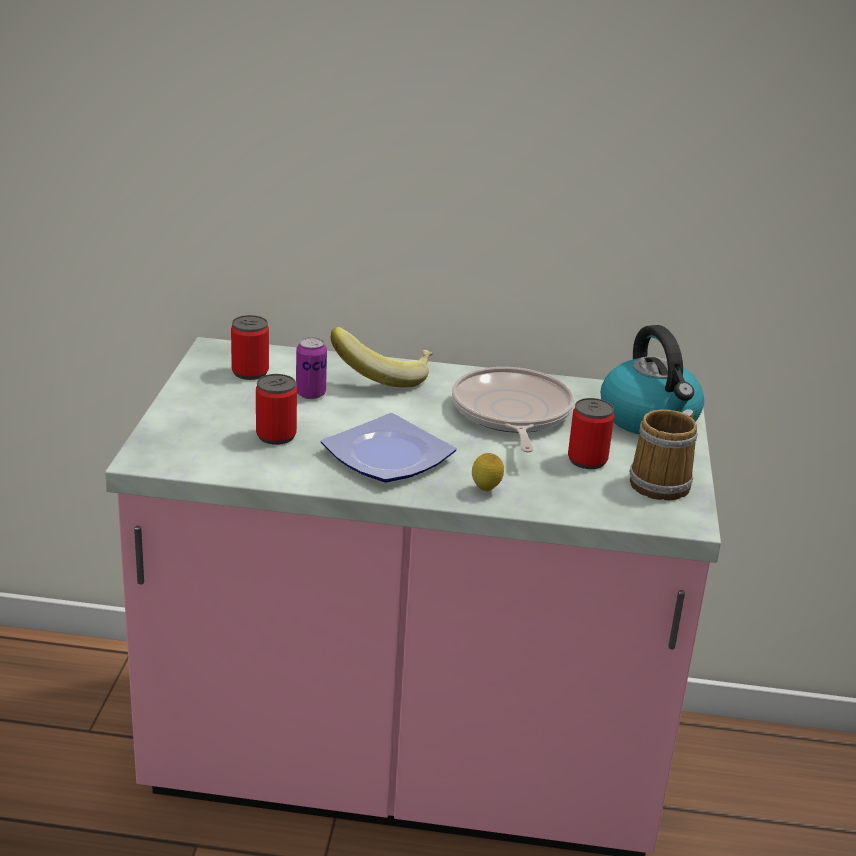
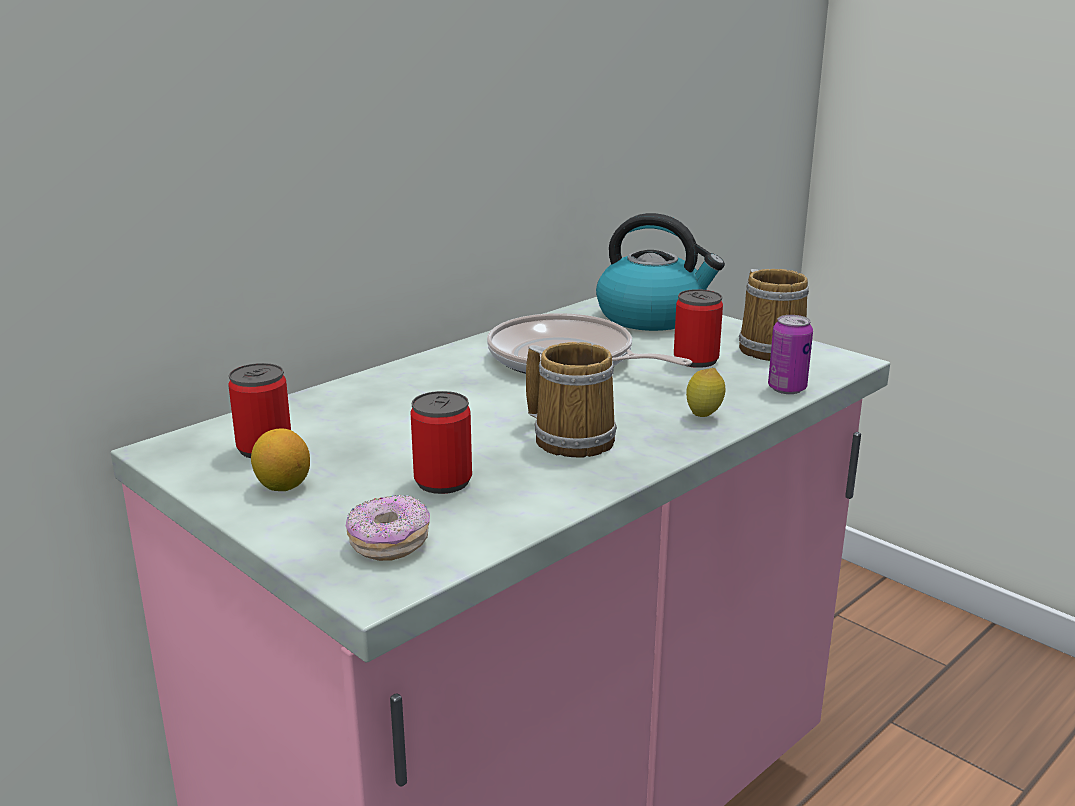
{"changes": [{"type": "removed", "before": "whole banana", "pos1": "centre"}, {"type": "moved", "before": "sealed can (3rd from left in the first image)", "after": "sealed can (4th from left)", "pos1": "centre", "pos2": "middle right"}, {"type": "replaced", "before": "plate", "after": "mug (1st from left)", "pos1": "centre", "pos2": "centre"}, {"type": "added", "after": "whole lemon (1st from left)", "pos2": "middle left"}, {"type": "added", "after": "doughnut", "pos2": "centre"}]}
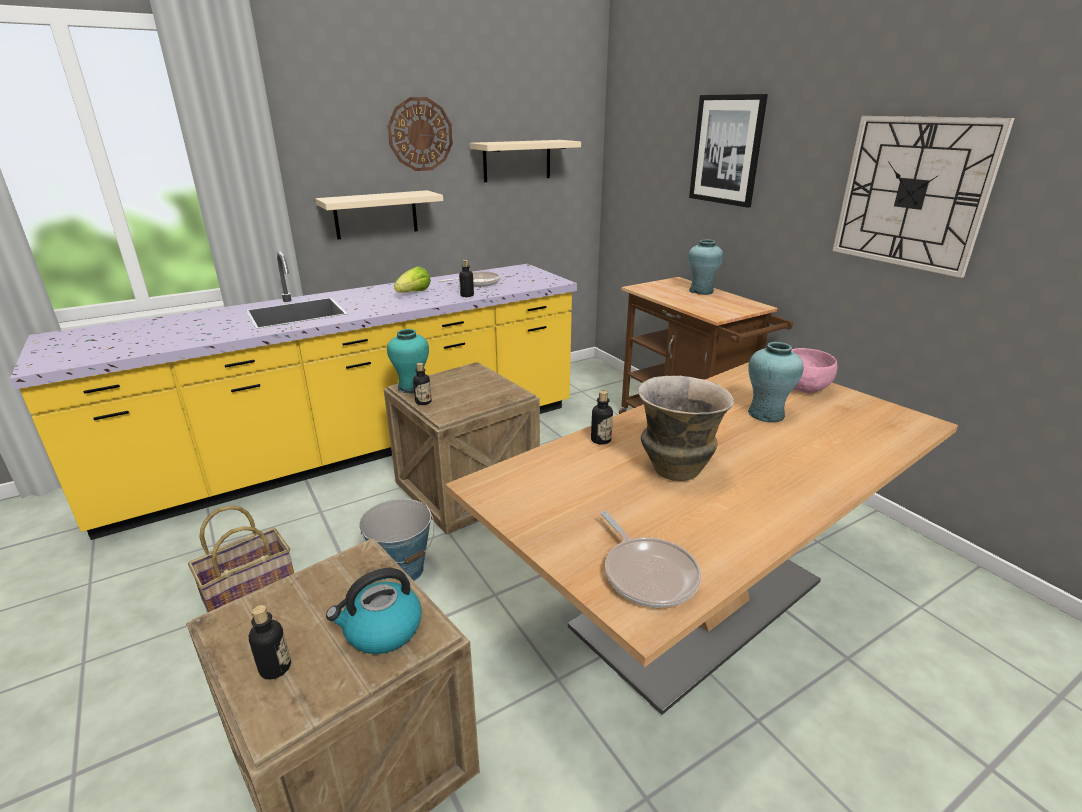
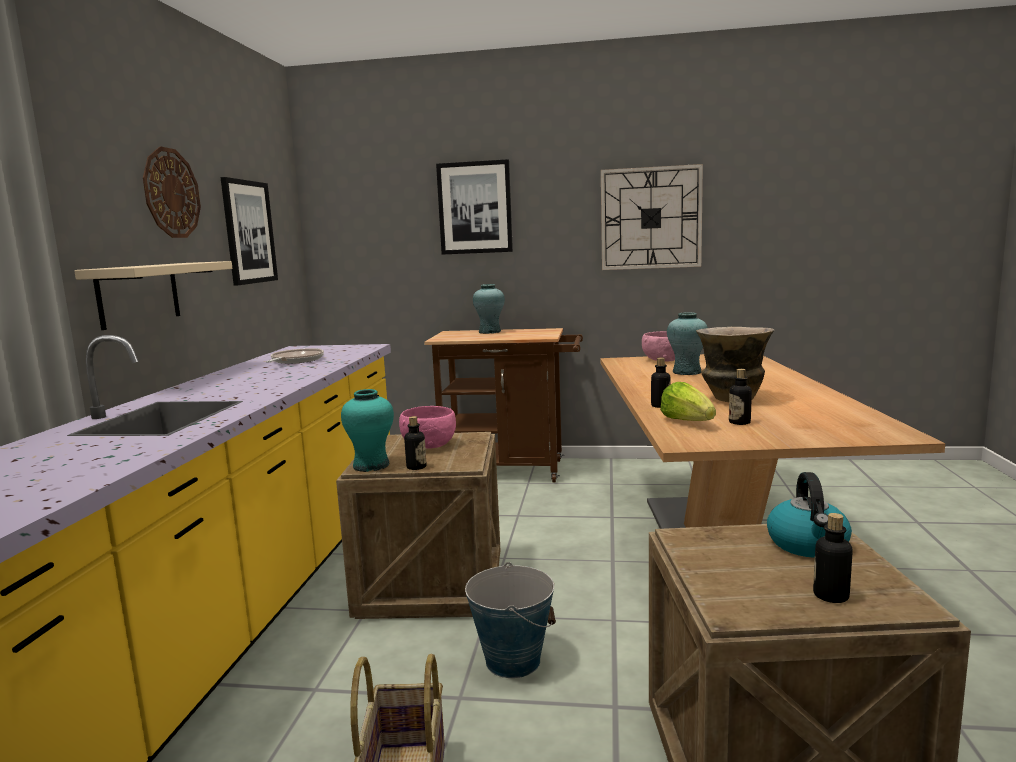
{"changes": [{"type": "replaced", "before": "sand-coloured shelf (2nd from left)", "after": "wall picture (1st from left)", "pos1": "top centre", "pos2": "top left"}, {"type": "moved", "before": "bottle (3rd from left)", "pos1": "centre", "pos2": "middle right"}, {"type": "moved", "before": "lettuce head", "pos1": "centre", "pos2": "middle right"}, {"type": "removed", "before": "frying pan (2nd from left)", "pos1": "bottom centre"}, {"type": "added", "after": "pink bowl (1st from left)", "pos2": "centre"}]}
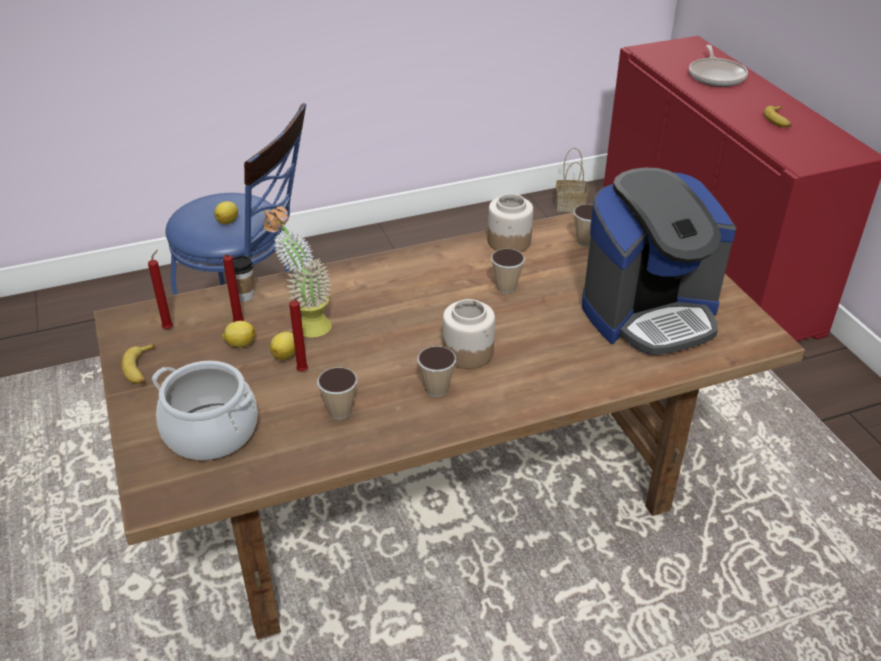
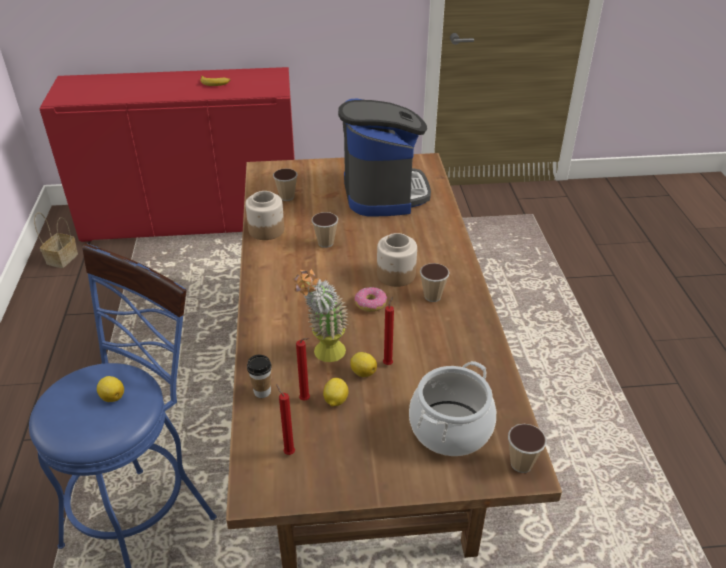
{"changes": [{"type": "removed", "before": "frying pan", "pos1": "top right"}, {"type": "removed", "before": "whole banana (1st from left)", "pos1": "middle left"}, {"type": "moved", "before": "cup (2nd from left in the first image)", "after": "cup (5th from left)", "pos1": "centre", "pos2": "bottom right"}, {"type": "added", "after": "doughnut", "pos2": "centre"}]}
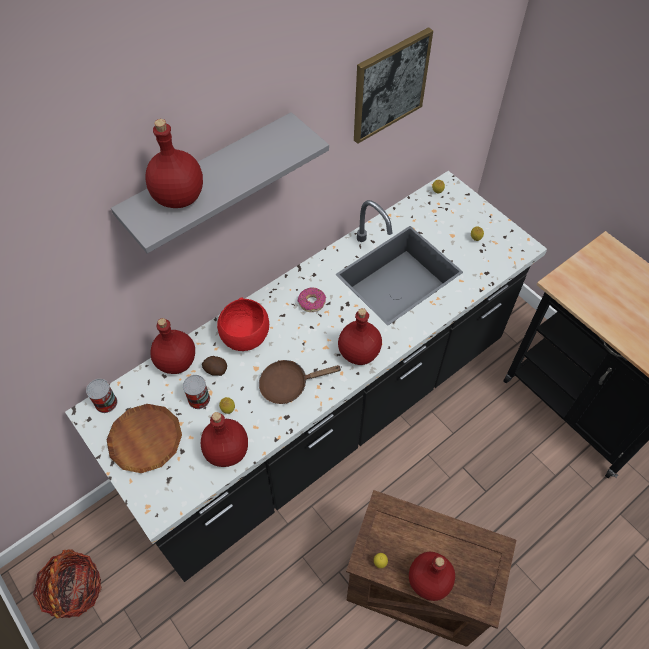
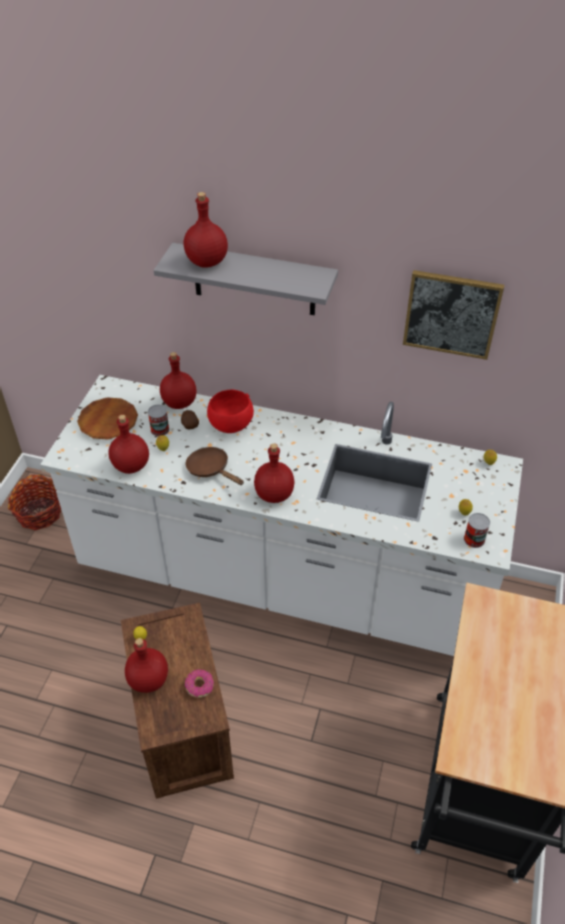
{"changes": [{"type": "recoloured", "before": "black-coloured counter", "after": "whitish counter", "pos1": "centre", "pos2": "centre"}, {"type": "moved", "before": "doughnut", "pos1": "centre", "pos2": "bottom centre"}, {"type": "moved", "before": "sealed can (1st from left in the first image)", "after": "sealed can (2nd from left)", "pos1": "middle left", "pos2": "middle right"}]}
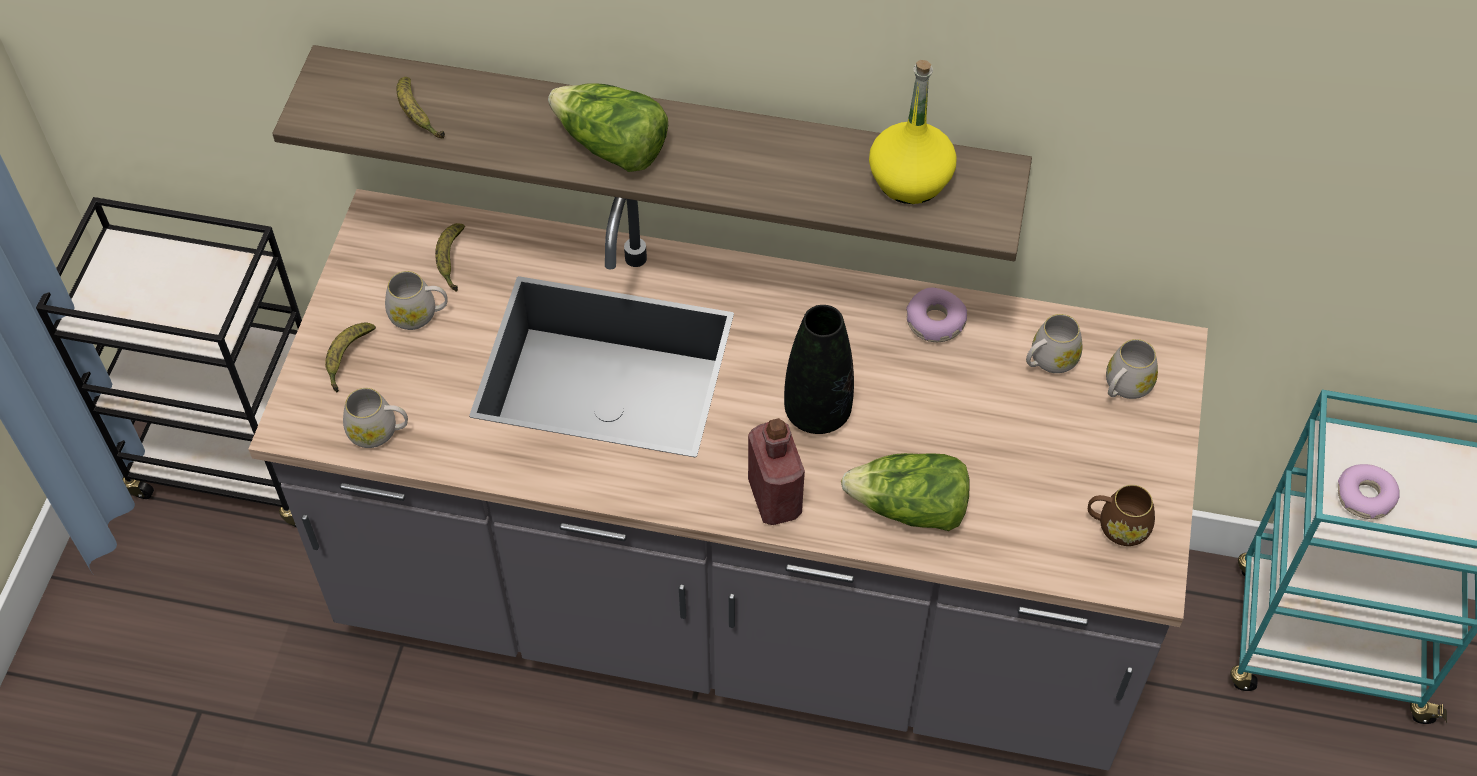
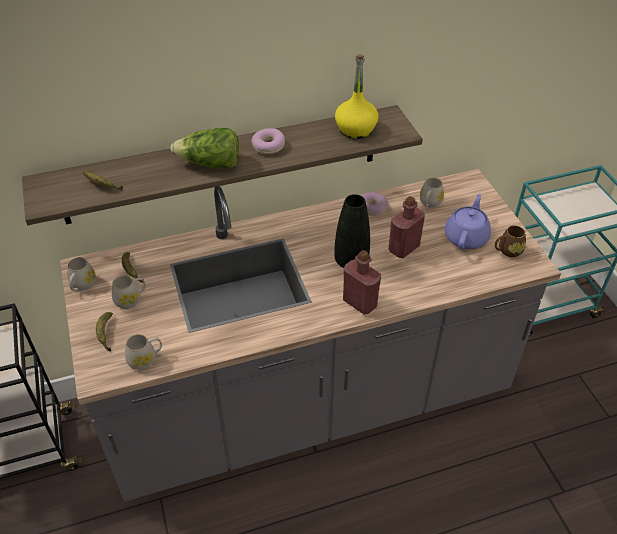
{"changes": [{"type": "moved", "before": "whitish mug (4th from left in the first image)", "after": "whitish mug (1st from left)", "pos1": "middle right", "pos2": "middle left"}, {"type": "removed", "before": "lettuce head (2nd from left)", "pos1": "centre"}, {"type": "moved", "before": "doughnut (2nd from left in the first image)", "after": "doughnut (1st from left)", "pos1": "middle right", "pos2": "top centre"}, {"type": "added", "after": "purple pot for tea", "pos2": "middle right"}, {"type": "added", "after": "red bottle (2nd from left)", "pos2": "centre"}]}
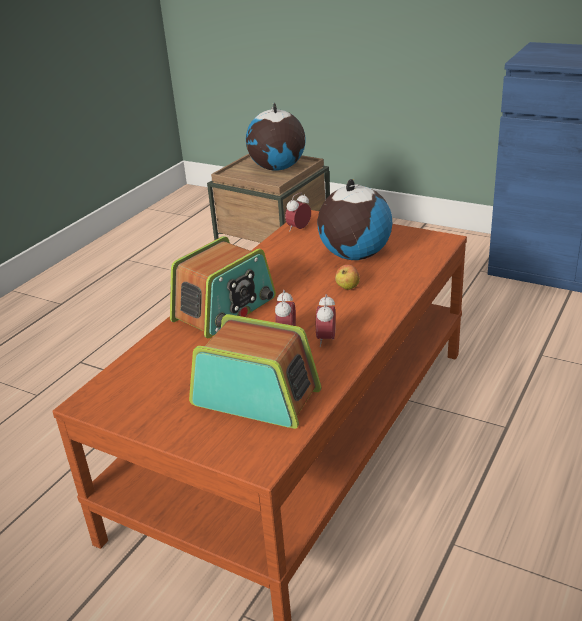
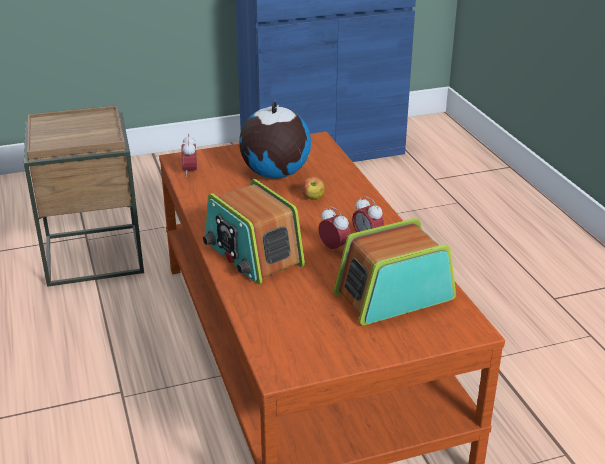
{"changes": [{"type": "removed", "before": "world globe (1st from left)", "pos1": "top centre"}, {"type": "turned", "before": "radio set (1st from left)", "pos1": "centre", "pos2": "centre", "turn": 150}]}
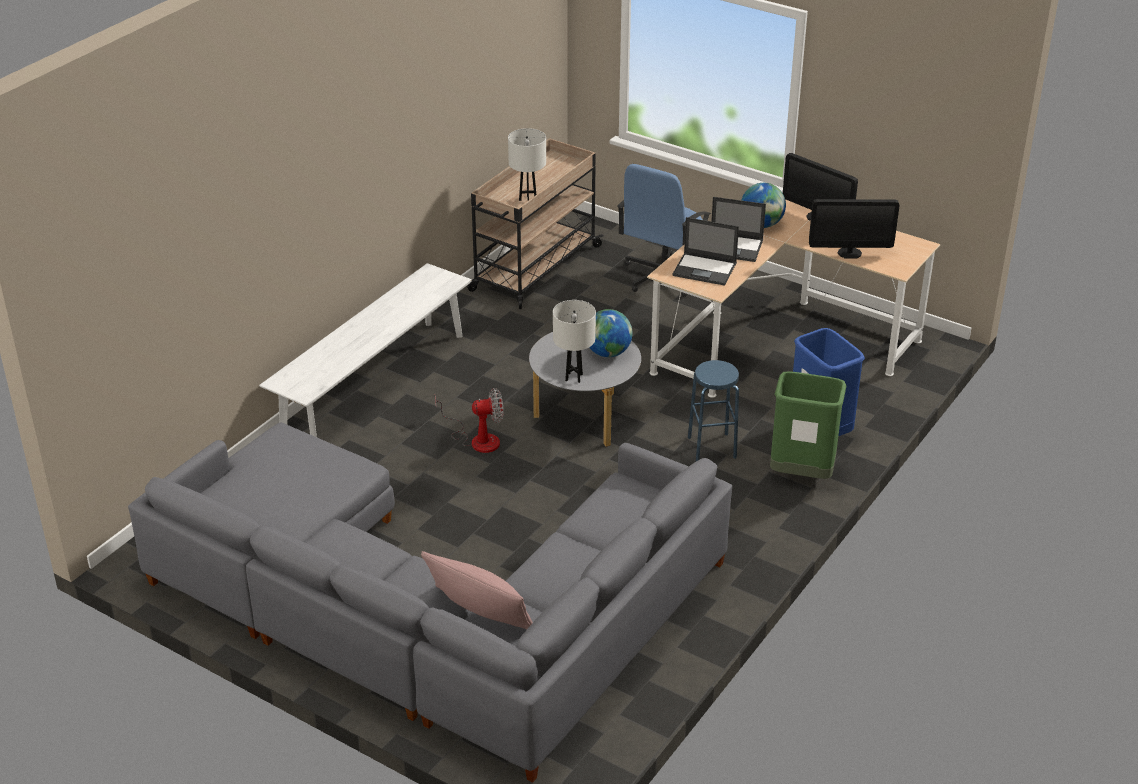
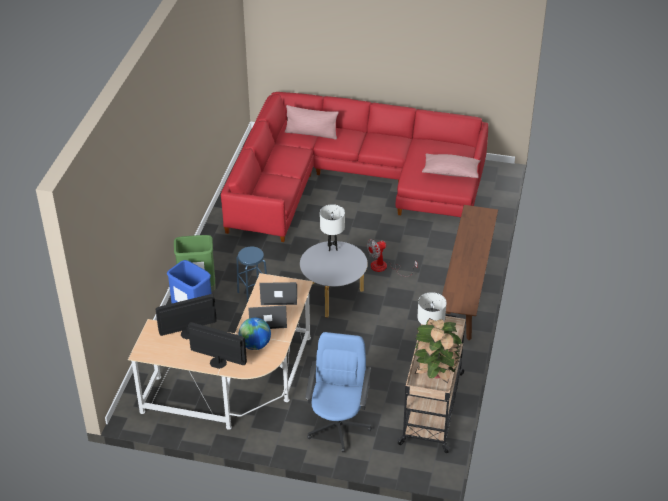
{"changes": [{"type": "recoloured", "before": "whitish indoor bench", "after": "brownish indoor bench", "pos1": "middle left", "pos2": "middle right"}, {"type": "removed", "before": "world globe (1st from left)", "pos1": "centre"}, {"type": "recoloured", "before": "grey settee", "after": "red settee", "pos1": "bottom centre", "pos2": "centre"}, {"type": "added", "after": "pink throw pillow (2nd from left)", "pos2": "top right"}, {"type": "added", "after": "houseplant", "pos2": "bottom centre"}]}
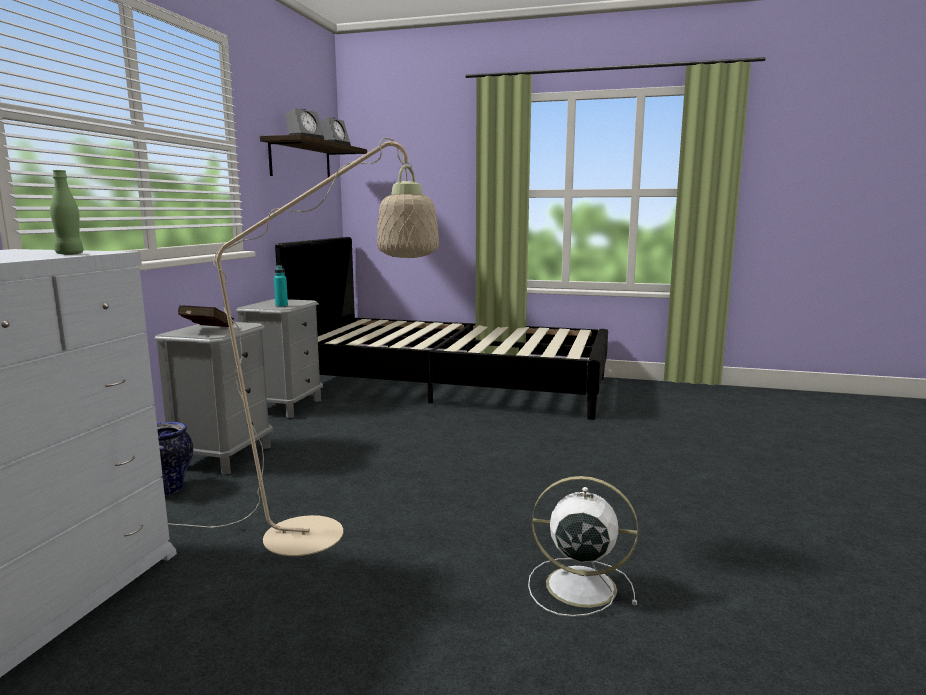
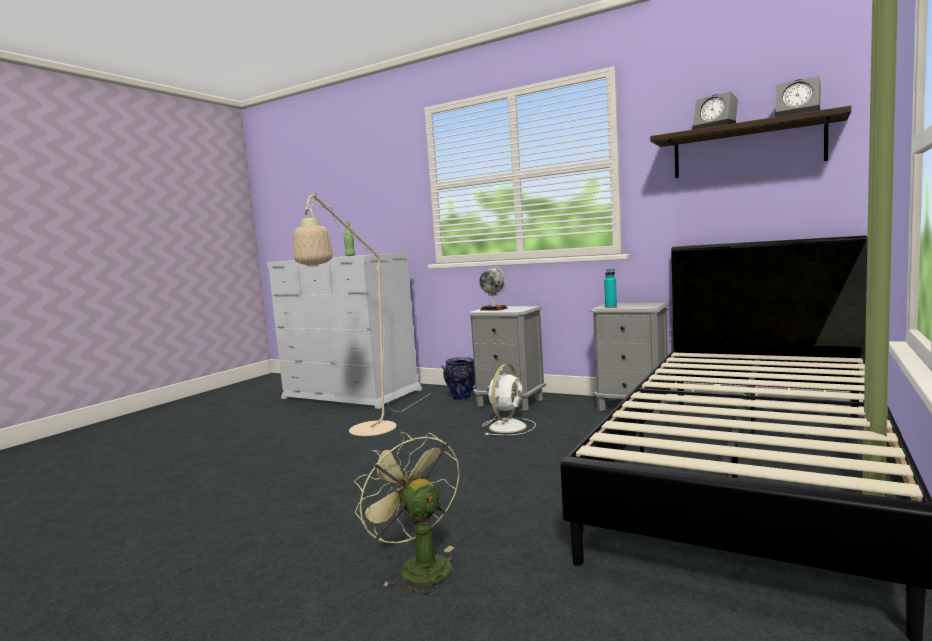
{"changes": [{"type": "replaced", "before": "red volume", "after": "world globe", "pos1": "middle left", "pos2": "centre"}, {"type": "moved", "before": "whitish cooling fan", "pos1": "bottom centre", "pos2": "centre"}, {"type": "added", "after": "green-coloured cooling fan", "pos2": "bottom centre"}]}
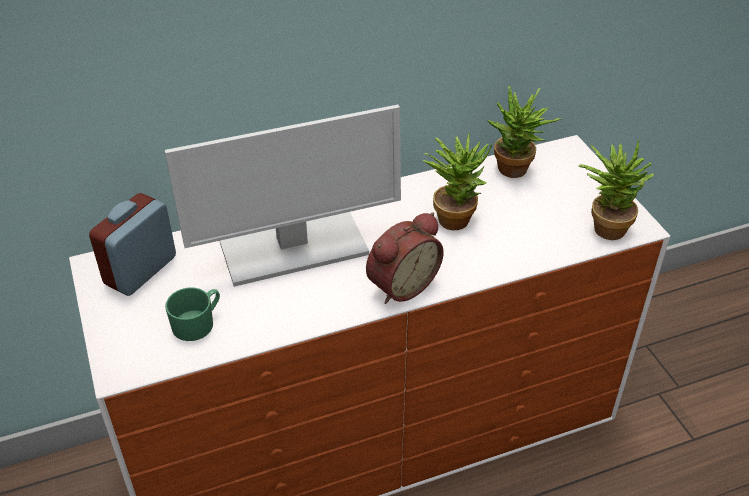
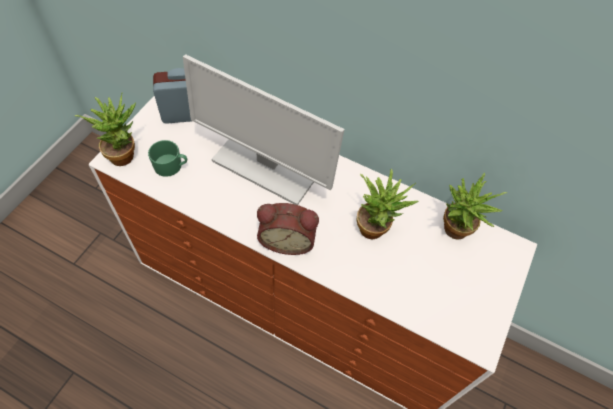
{"changes": [{"type": "moved", "before": "houseplant (3rd from left in the first image)", "after": "houseplant (1st from left)", "pos1": "middle right", "pos2": "top left"}]}
